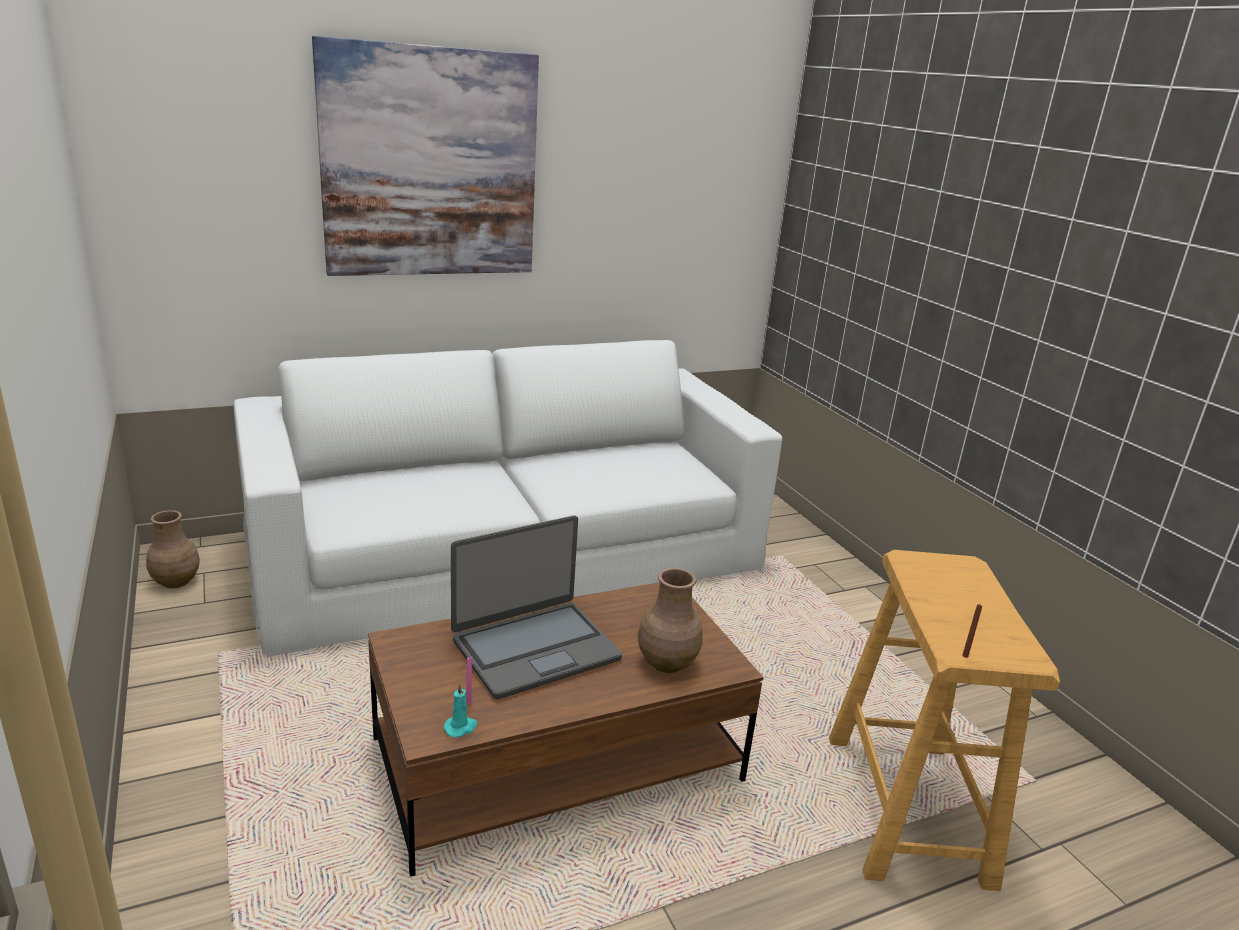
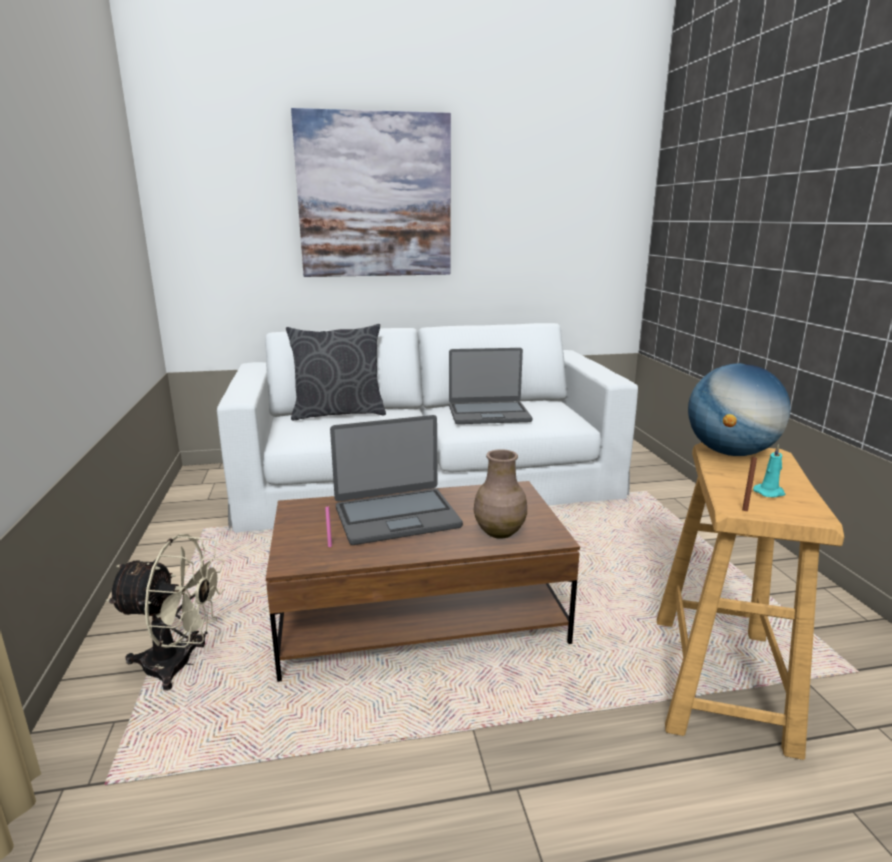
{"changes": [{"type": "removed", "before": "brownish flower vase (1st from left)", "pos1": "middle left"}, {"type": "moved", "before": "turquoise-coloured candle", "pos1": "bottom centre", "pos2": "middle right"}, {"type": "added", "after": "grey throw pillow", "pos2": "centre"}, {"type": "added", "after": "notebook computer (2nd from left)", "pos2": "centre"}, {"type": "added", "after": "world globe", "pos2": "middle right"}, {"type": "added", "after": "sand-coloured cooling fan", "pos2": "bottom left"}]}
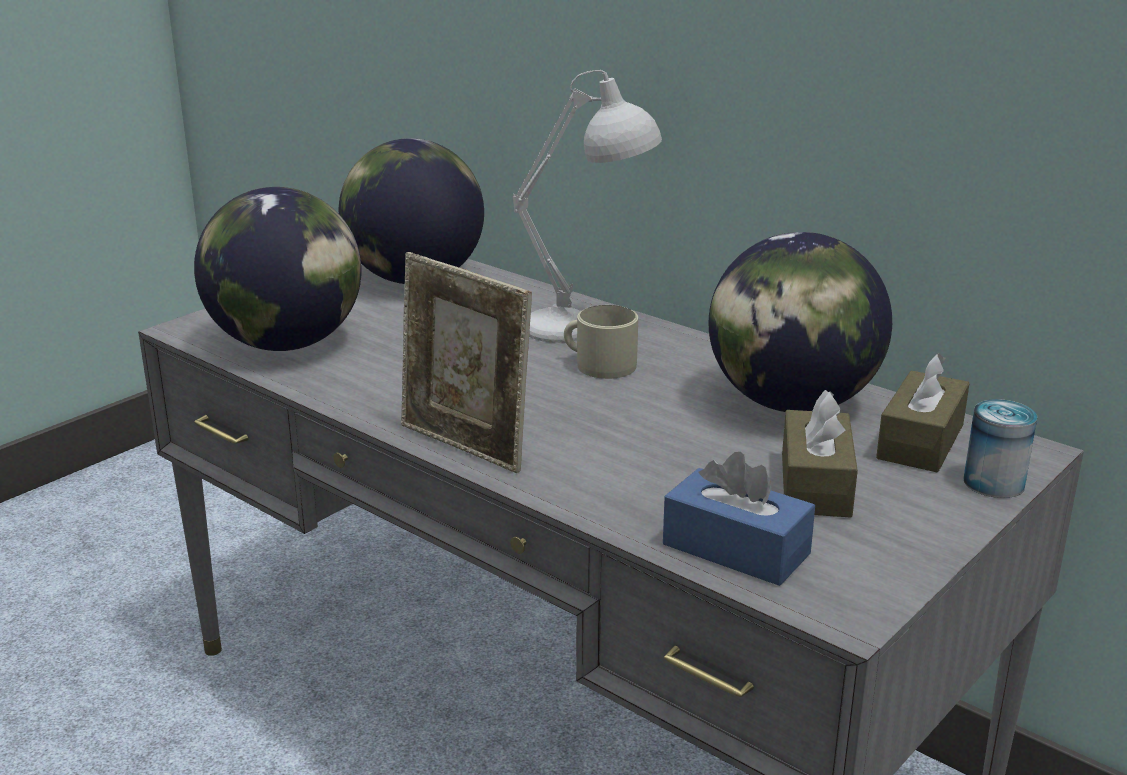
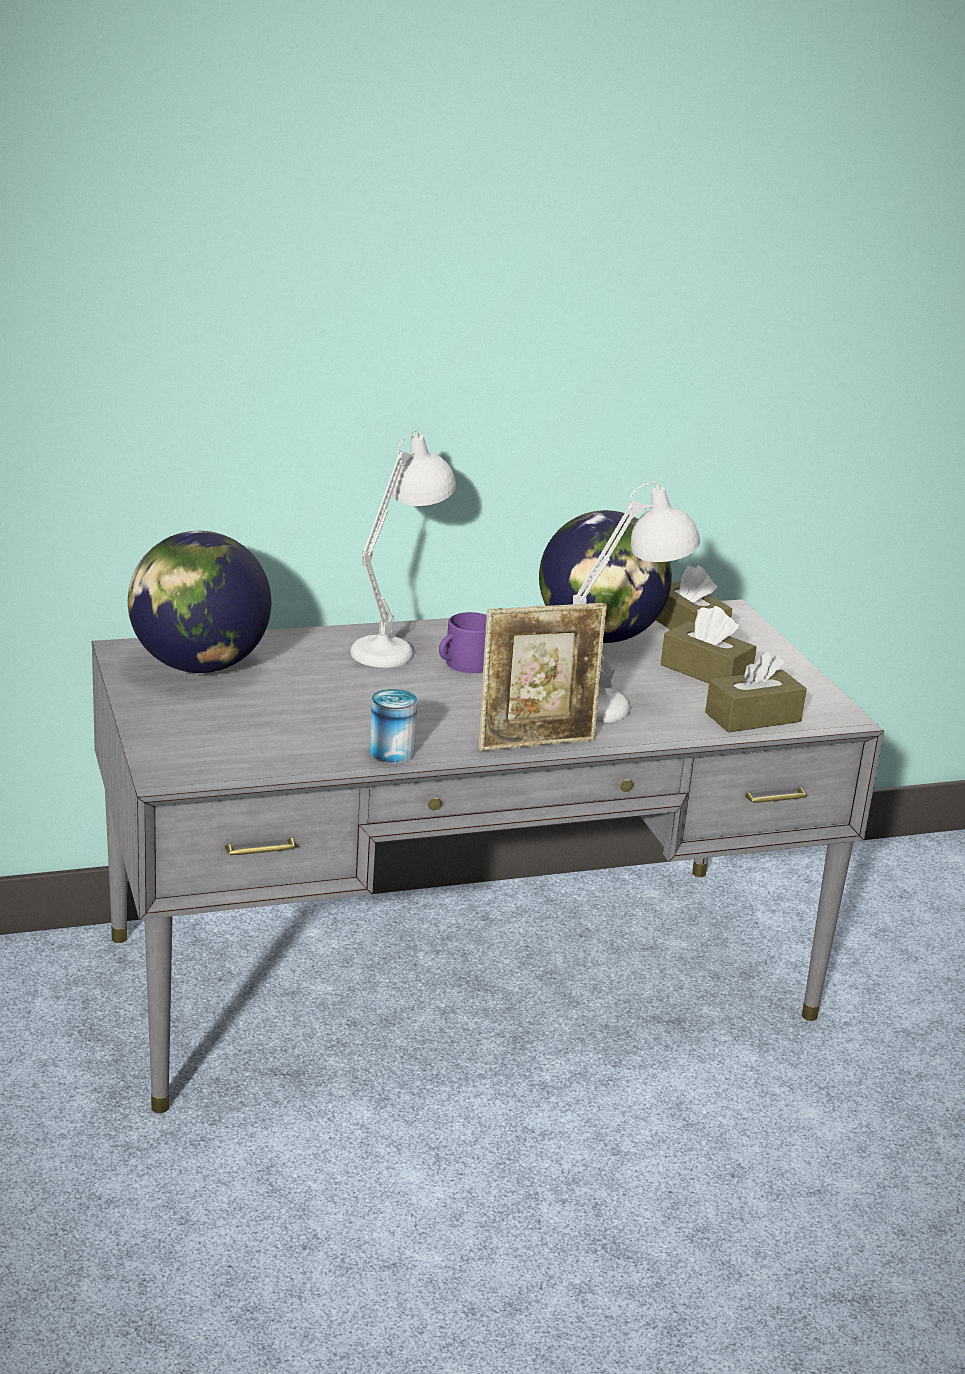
{"changes": [{"type": "removed", "before": "world globe (1st from left)", "pos1": "middle left"}, {"type": "recoloured", "before": "sand-coloured mug", "after": "purple mug", "pos1": "centre", "pos2": "centre"}, {"type": "moved", "before": "sealed can", "pos1": "middle right", "pos2": "centre"}, {"type": "recoloured", "before": "blue tissue holder", "after": "brownish tissue holder (3rd from left)", "pos1": "bottom centre", "pos2": "middle right"}, {"type": "added", "after": "whitish tabletop lamp (2nd from left)", "pos2": "centre"}]}
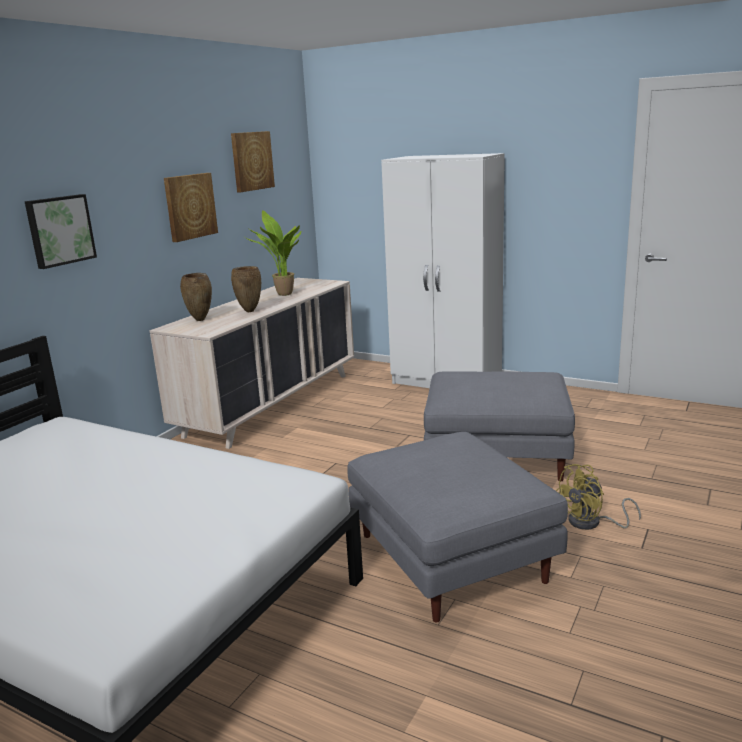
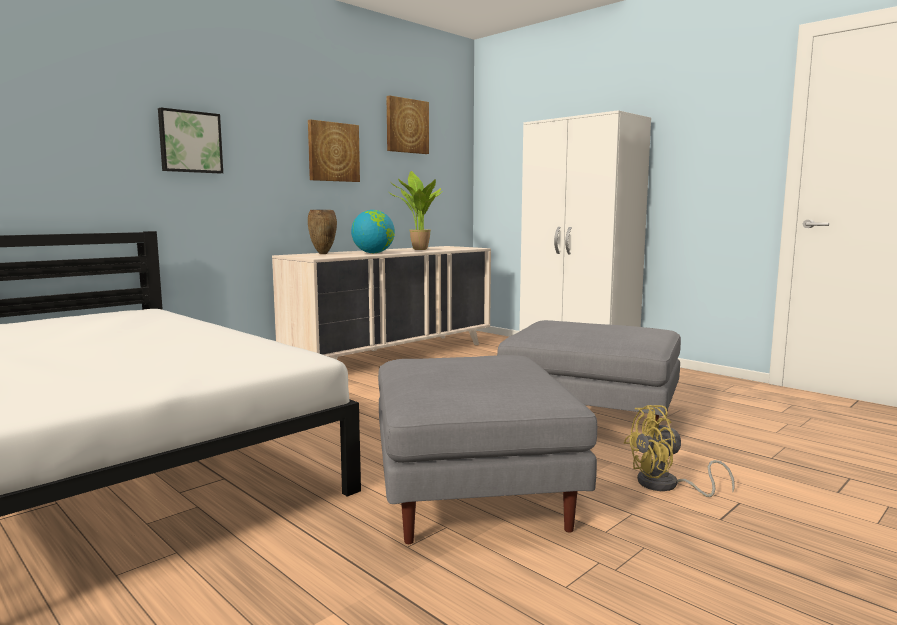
{"changes": [{"type": "replaced", "before": "brownish flower vase (2nd from left)", "after": "world globe", "pos1": "middle left", "pos2": "centre"}]}
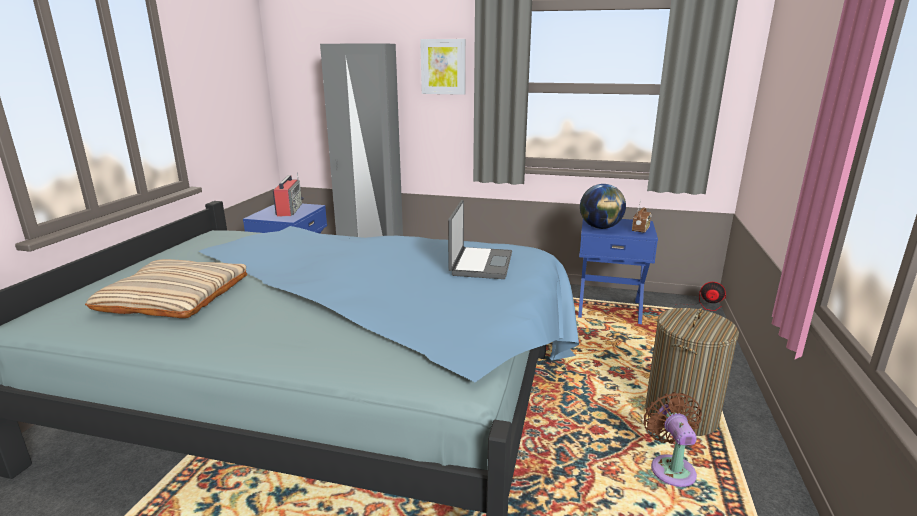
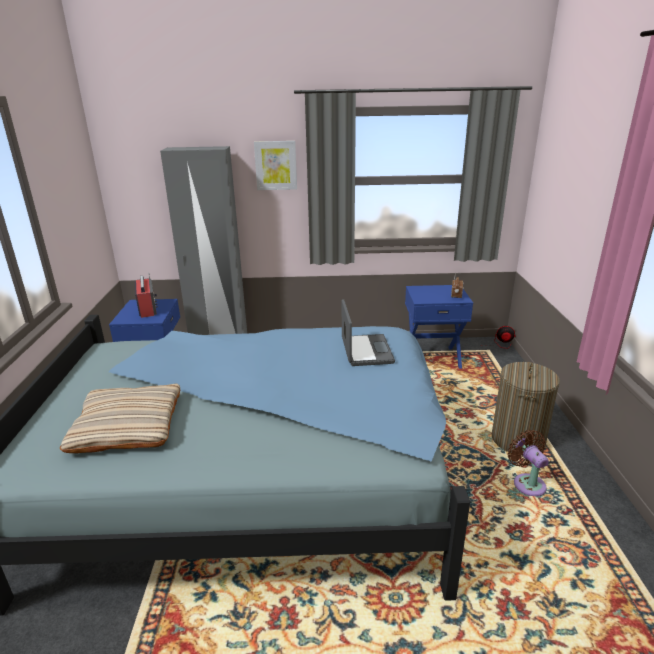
{"changes": [{"type": "removed", "before": "world globe", "pos1": "centre"}]}
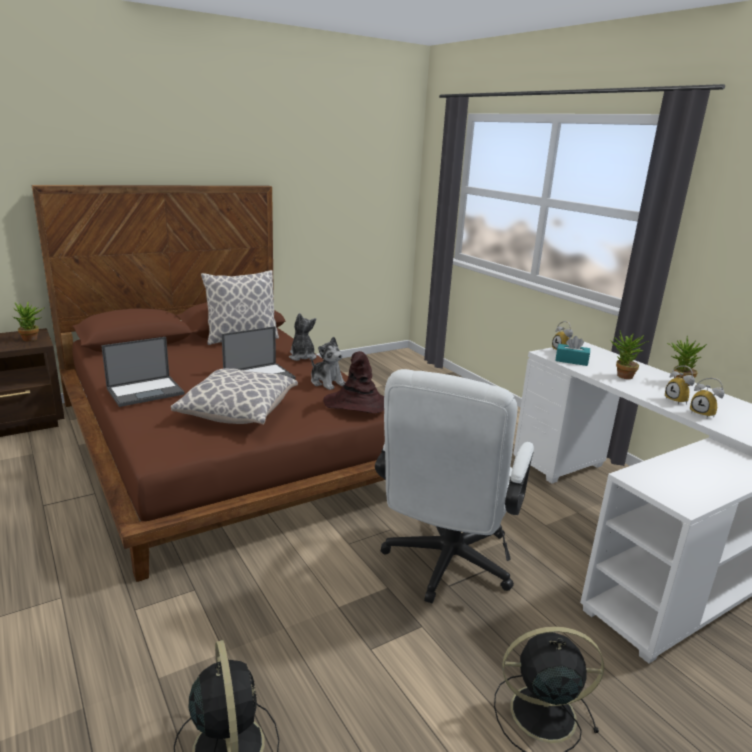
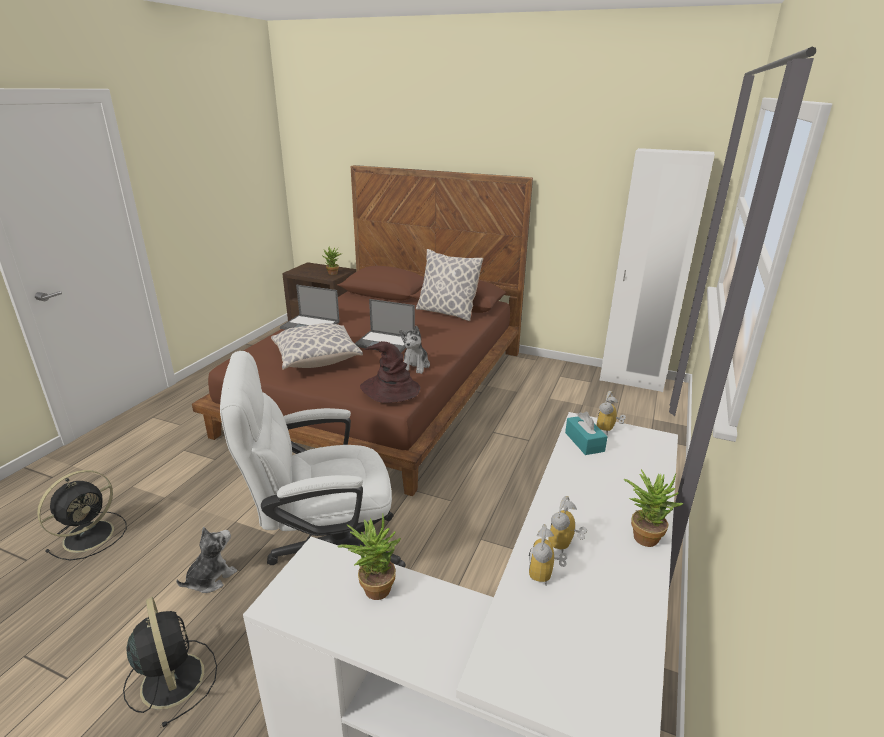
{"changes": [{"type": "moved", "before": "plush toy (1st from left)", "pos1": "centre", "pos2": "bottom left"}, {"type": "moved", "before": "houseplant (2nd from left)", "pos1": "middle right", "pos2": "bottom centre"}, {"type": "added", "after": "whitish armoire", "pos2": "middle right"}]}
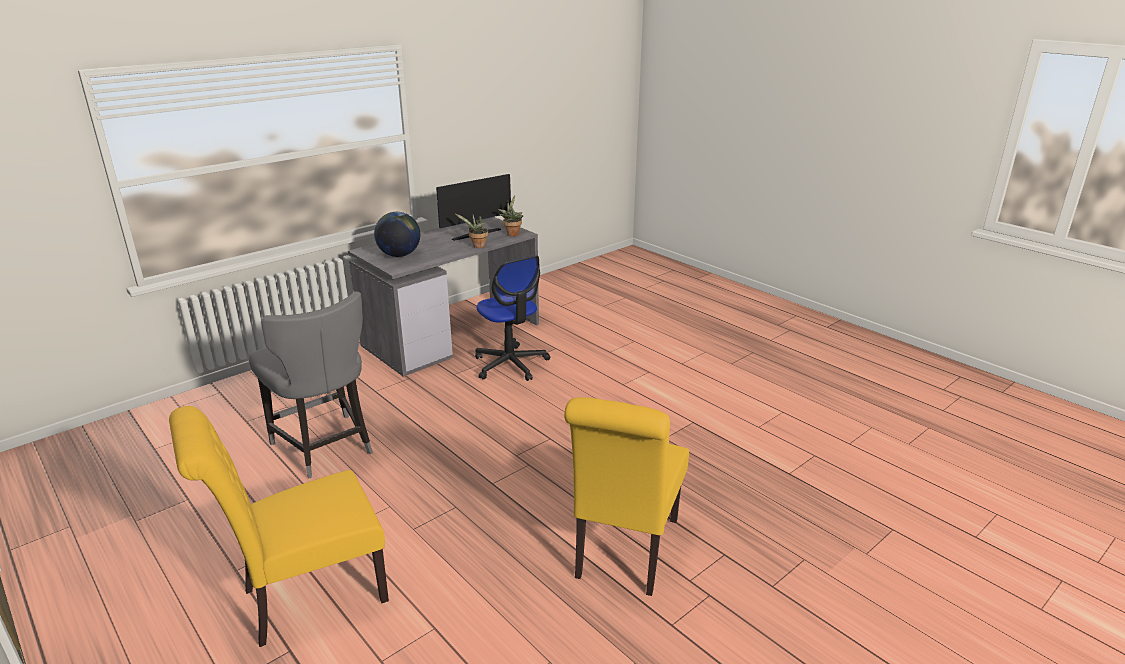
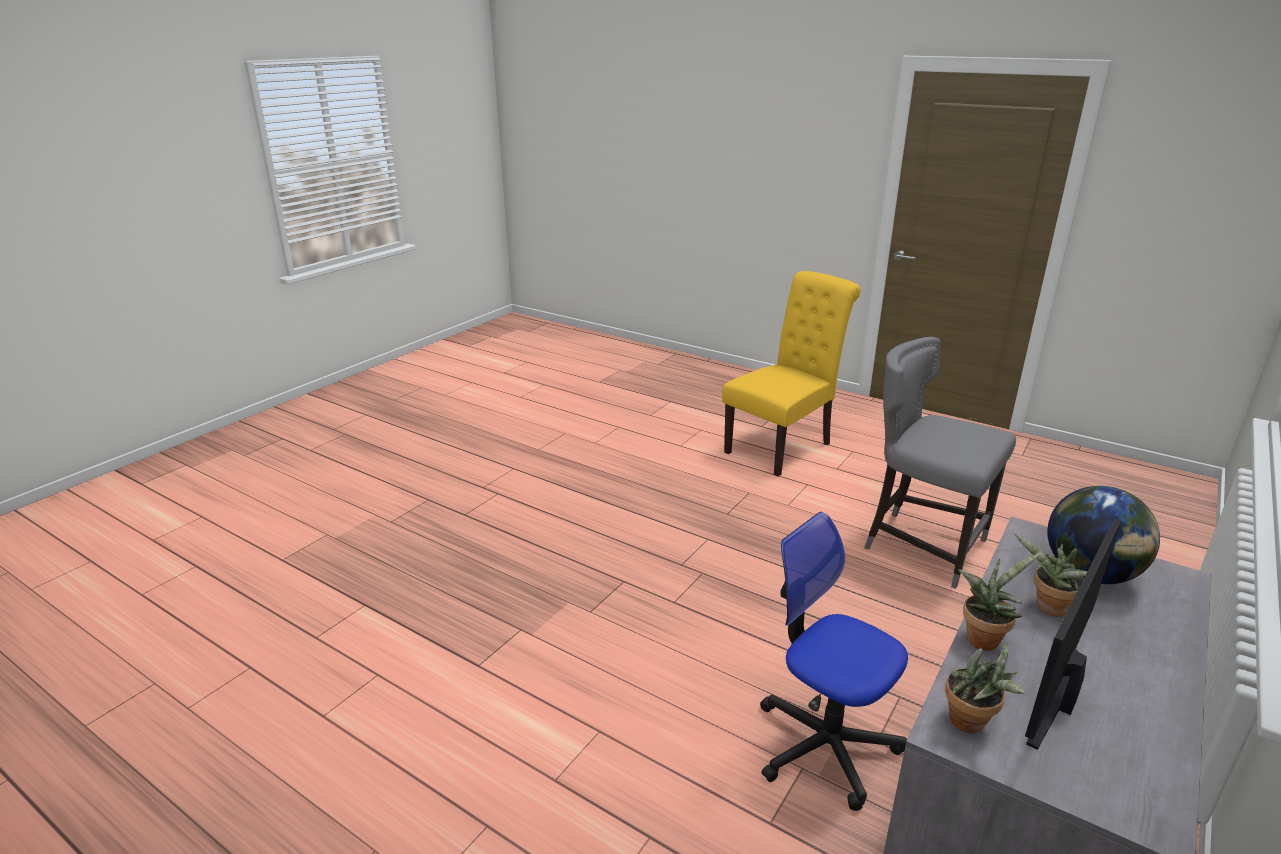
{"changes": [{"type": "removed", "before": "yellow chair (2nd from left)", "pos1": "bottom centre"}, {"type": "added", "after": "houseplant (3rd from left)", "pos2": "bottom right"}]}
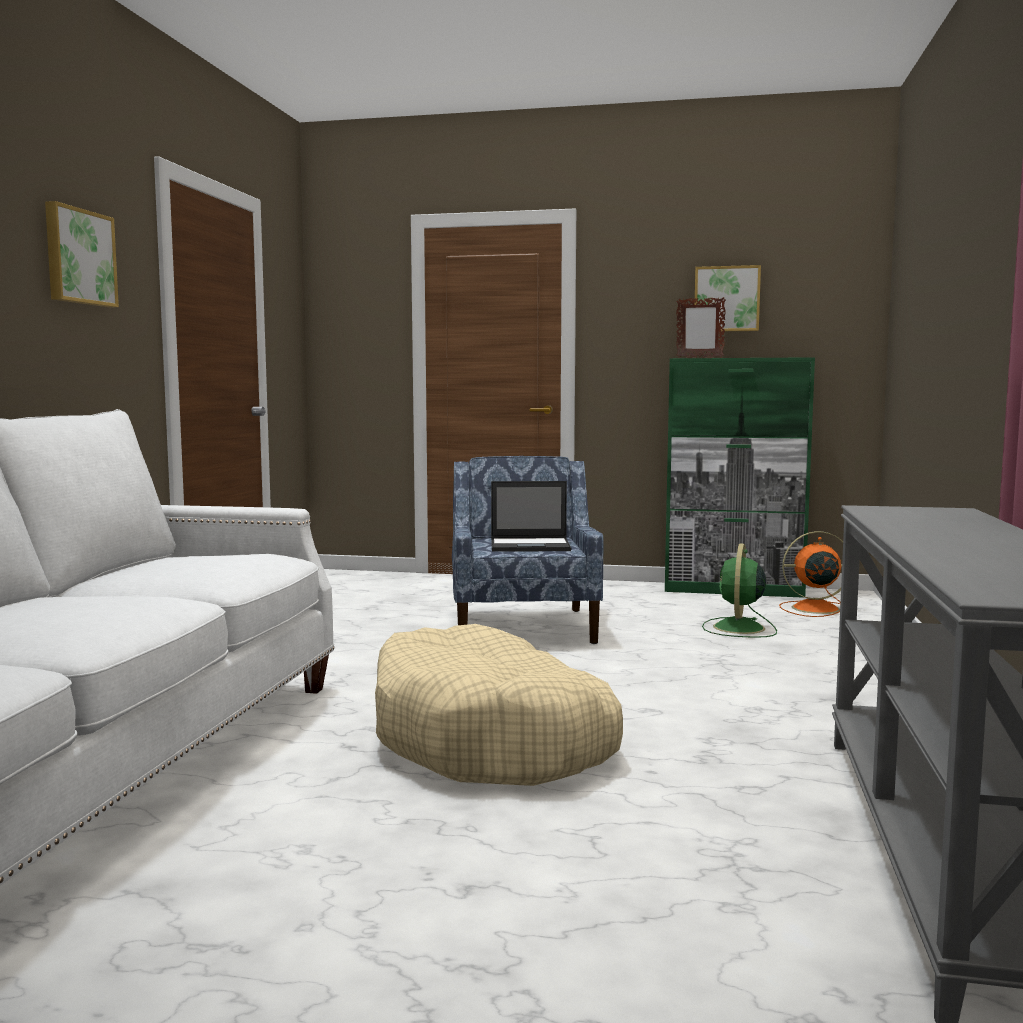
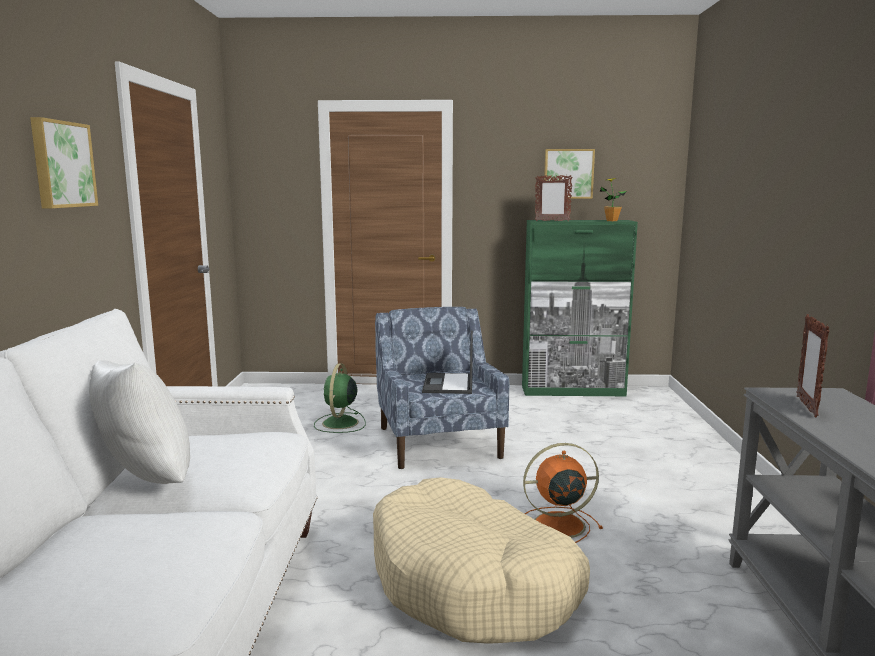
{"changes": [{"type": "turned", "before": "notebook computer", "pos1": "centre", "pos2": "centre", "turn": 105}, {"type": "moved", "before": "orange cooling fan", "pos1": "middle right", "pos2": "bottom centre"}, {"type": "moved", "before": "green-coloured cooling fan", "pos1": "middle right", "pos2": "centre"}, {"type": "added", "after": "houseplant", "pos2": "top right"}, {"type": "added", "after": "photo frame (2nd from left)", "pos2": "middle right"}, {"type": "added", "after": "whitish throw pillow", "pos2": "middle left"}]}
